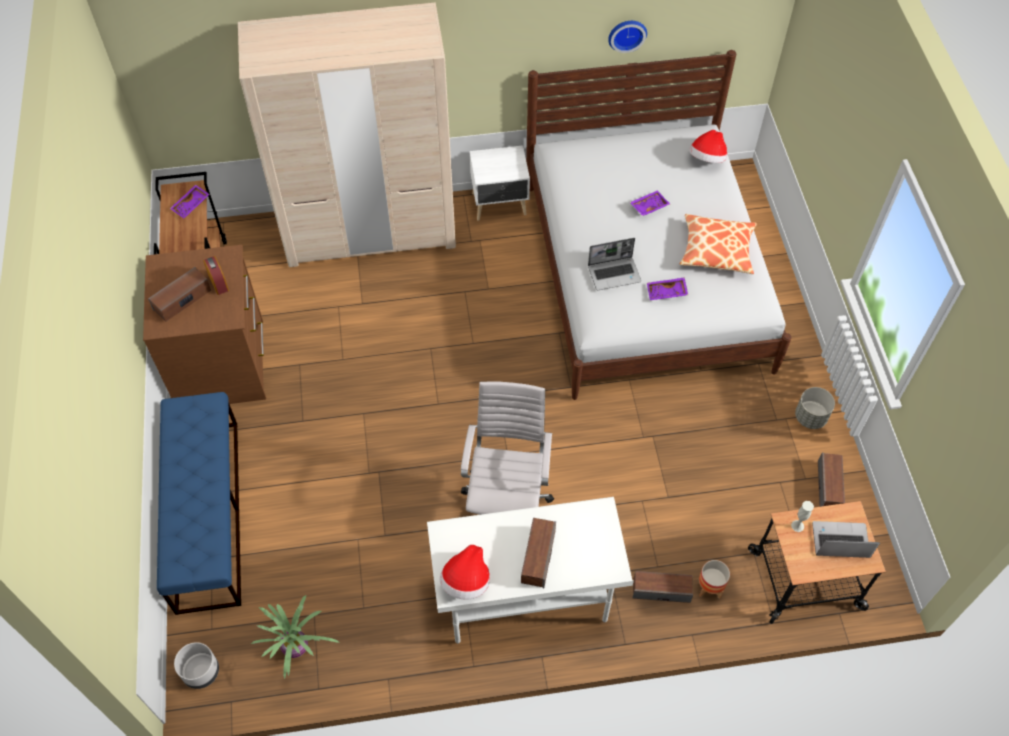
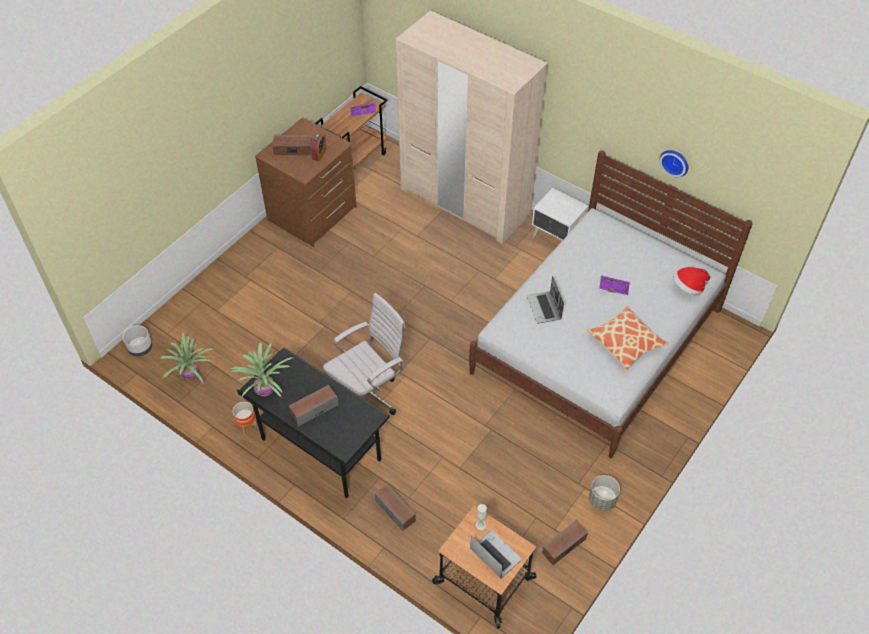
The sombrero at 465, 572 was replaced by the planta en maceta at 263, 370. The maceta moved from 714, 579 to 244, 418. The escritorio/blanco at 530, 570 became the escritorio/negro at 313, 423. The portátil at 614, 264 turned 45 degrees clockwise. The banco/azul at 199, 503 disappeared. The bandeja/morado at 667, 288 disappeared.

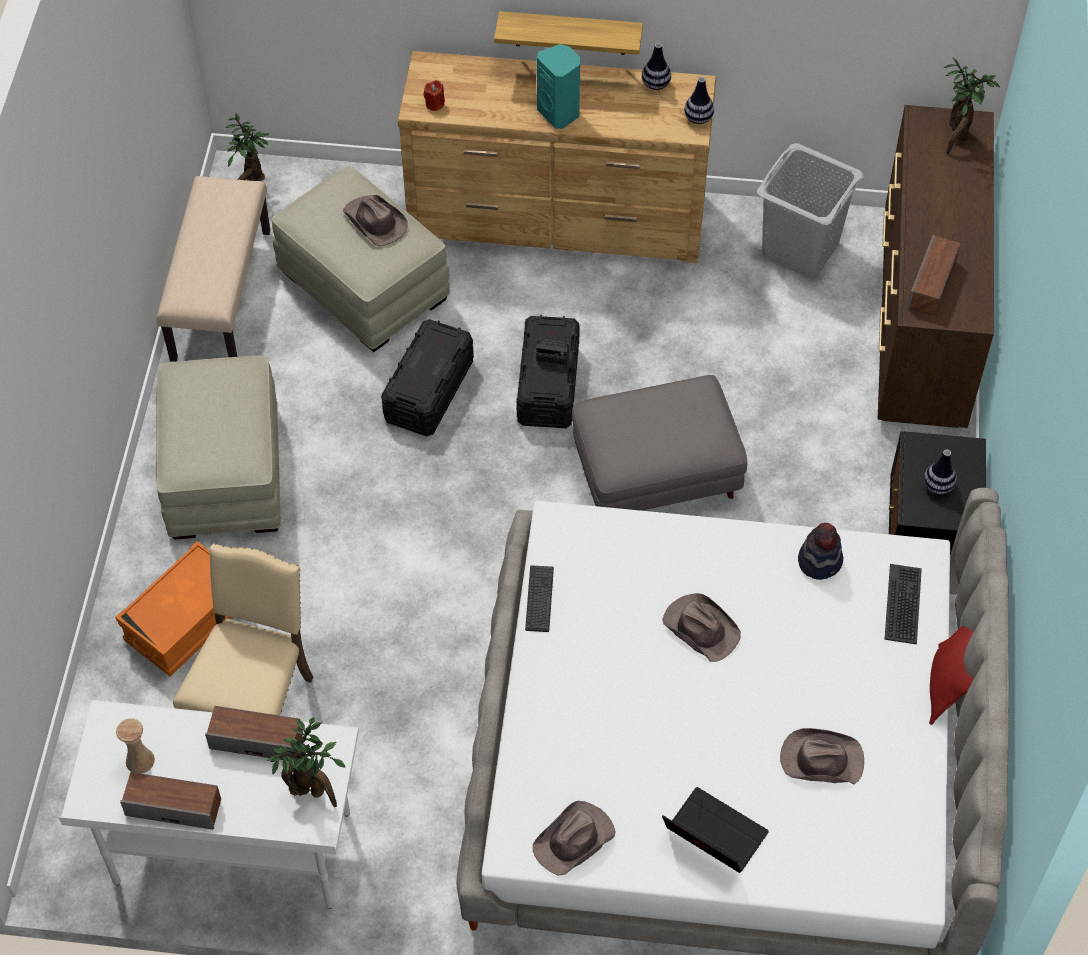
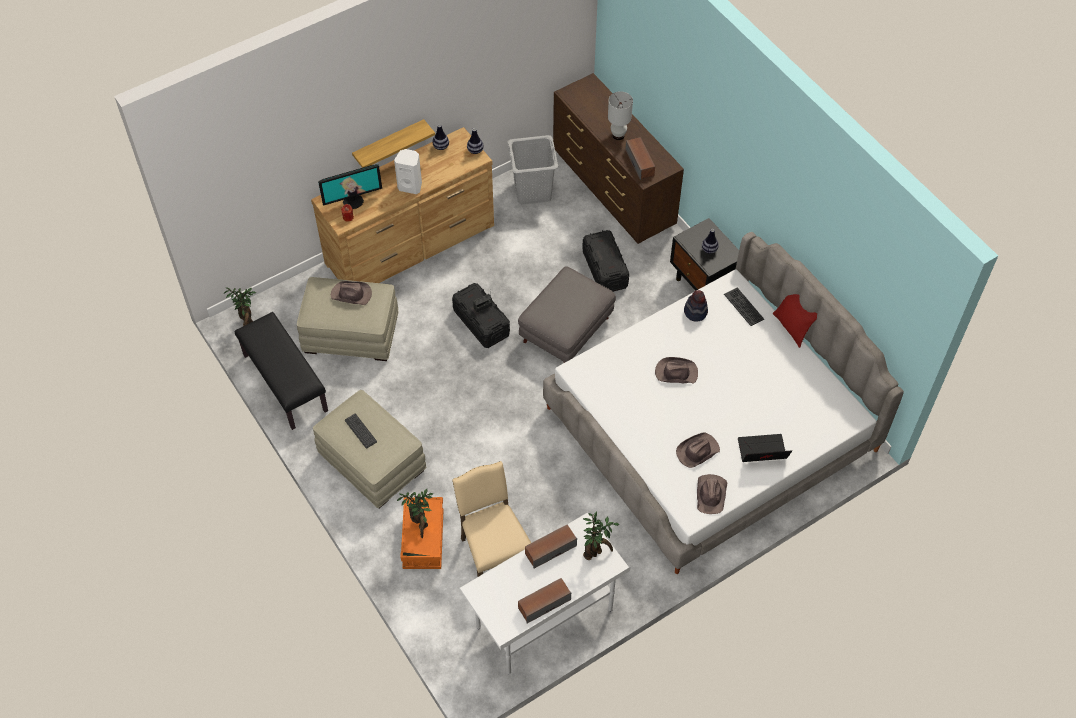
The banco/beis at 213, 268 became the banco/negro at 281, 371. The monitor at 350, 186 appeared. The teclado moved from 539, 599 to 361, 431. The altavoz/turquesa at 558, 86 became the altavoz/blanco at 408, 171. The planta en maceta moved from 972, 106 to 415, 514. The caja de almacenaje/negro moved from 427, 377 to 605, 261. The lámpara de mesa/blanco at 620, 115 appeared. The sombrero/marrón moved from 822, 756 to 698, 450. The florero/beis at 135, 746 disappeared.

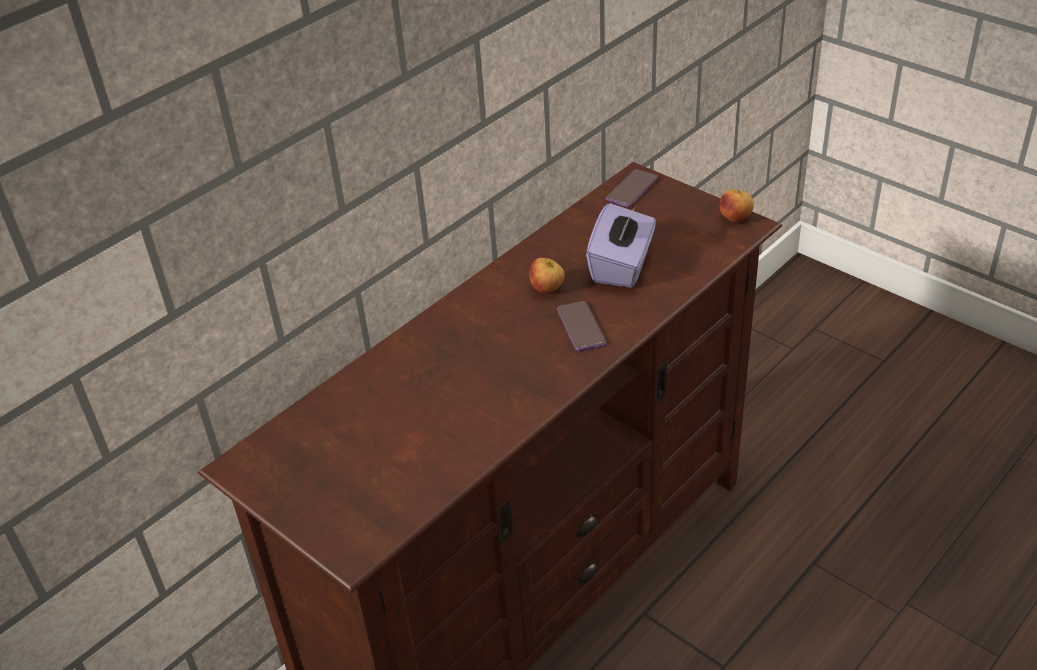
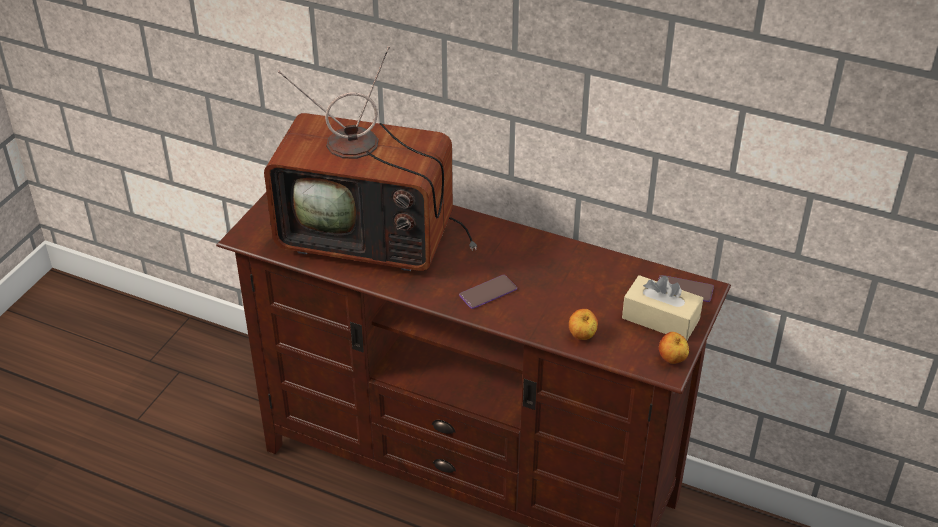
The televisor at 370, 158 appeared. The manzana moved from 547, 275 to 583, 324. The caja de pañuelos/beis at 662, 307 appeared. The caja de pañuelos/morado at 621, 245 disappeared.

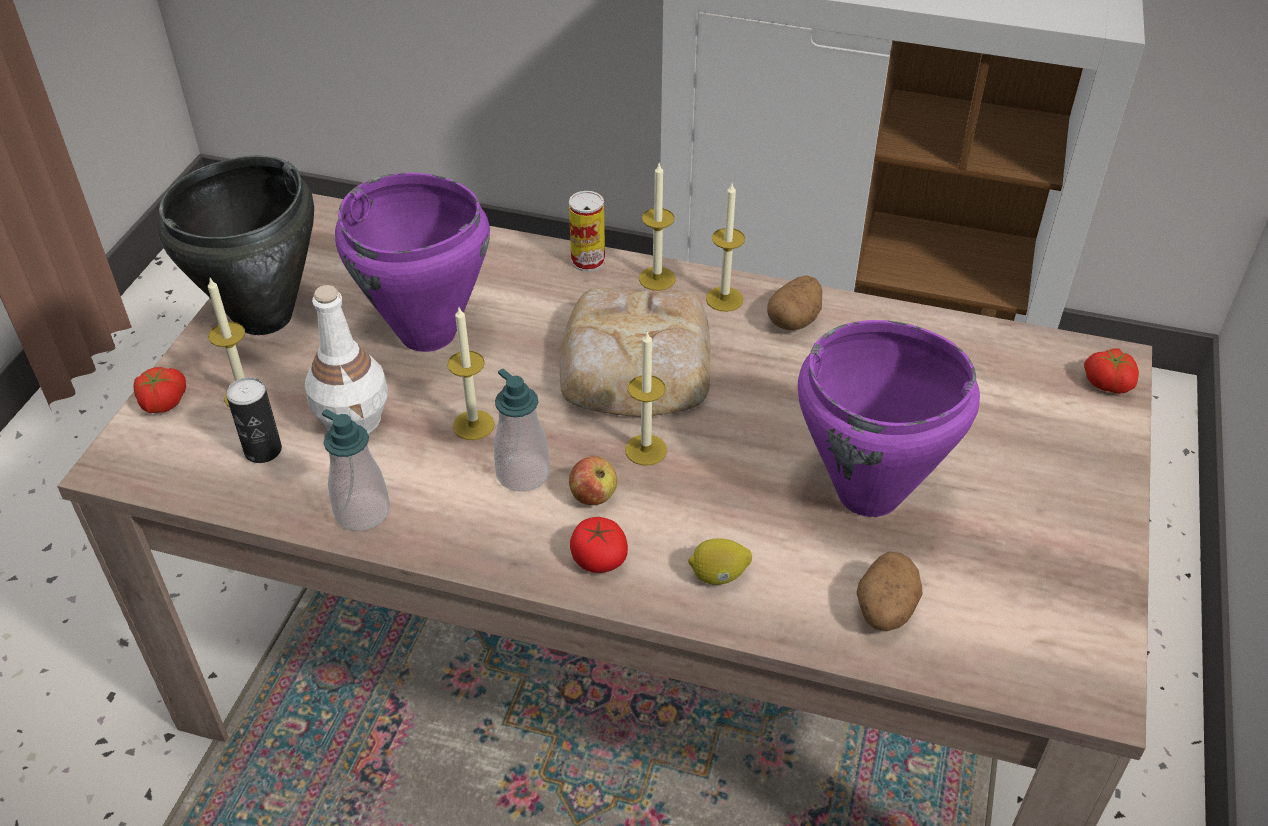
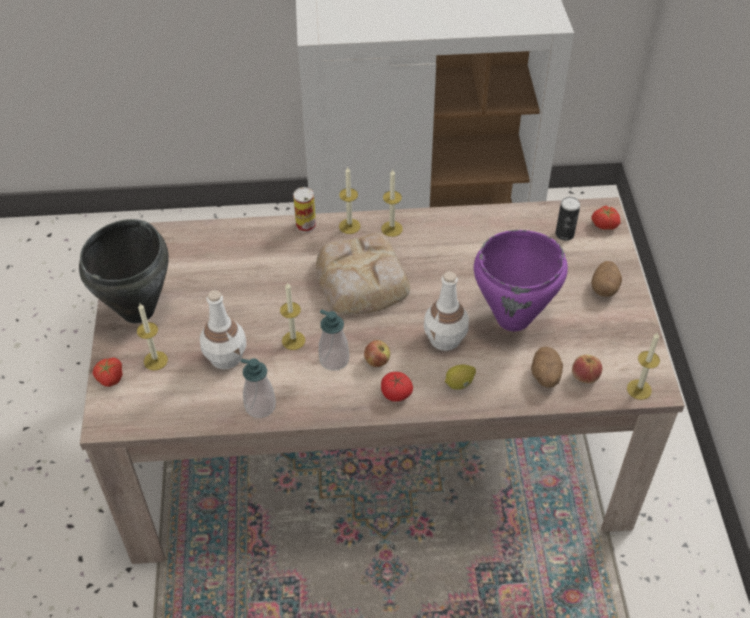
The botella/blanco at 446, 311 appeared. The lata moved from 254, 420 to 567, 219. The manzana at 587, 368 appeared. The patata moved from 794, 302 to 606, 279. The vela moved from 646, 398 to 643, 366. The olla/morado at 412, 262 disappeared.

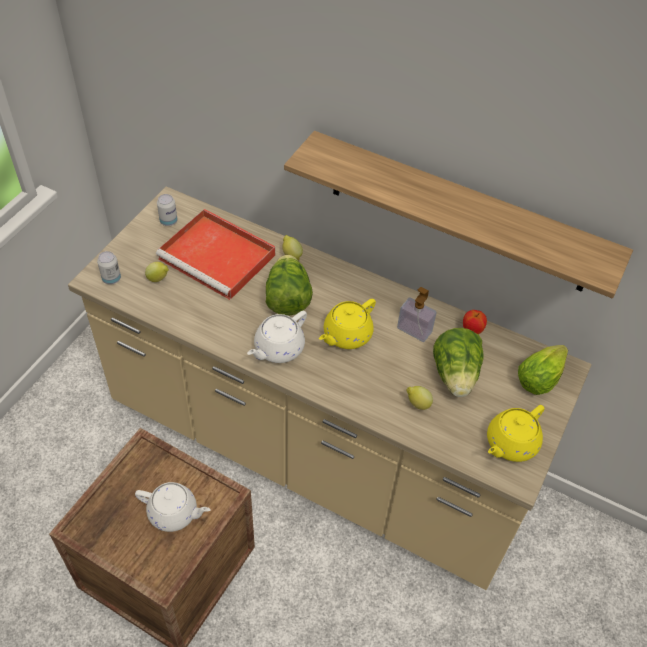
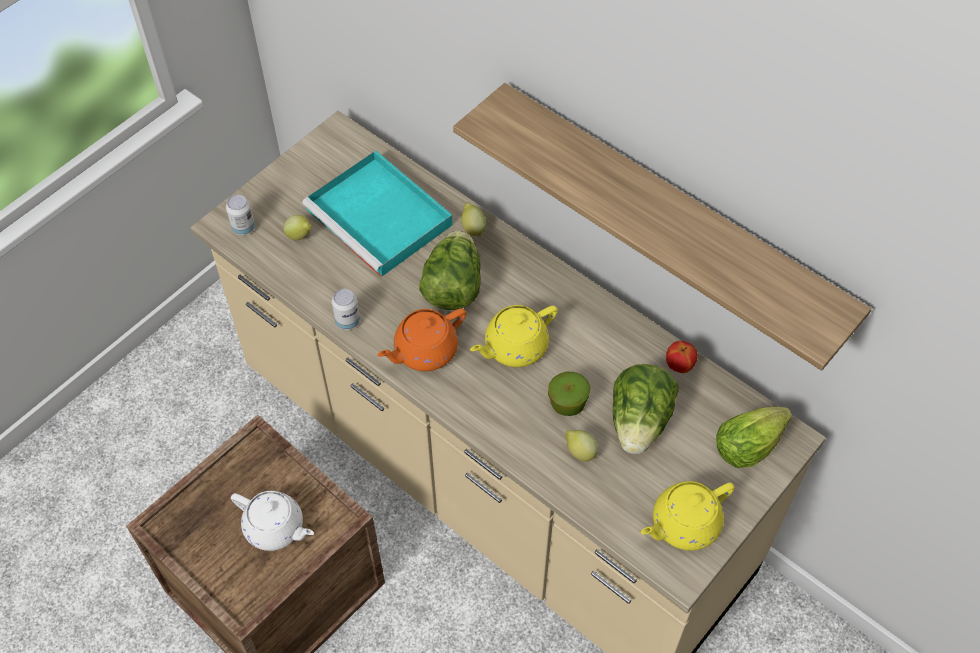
The bandeja/rojo at 215, 254 became the bandeja/turquesa at 377, 213. The lata moved from 167, 210 to 346, 309. The tetera/blanco at 277, 337 became the tetera/naranja at 421, 339. The manzana at 569, 394 appeared. The dispensador de jabón at 417, 314 disappeared.

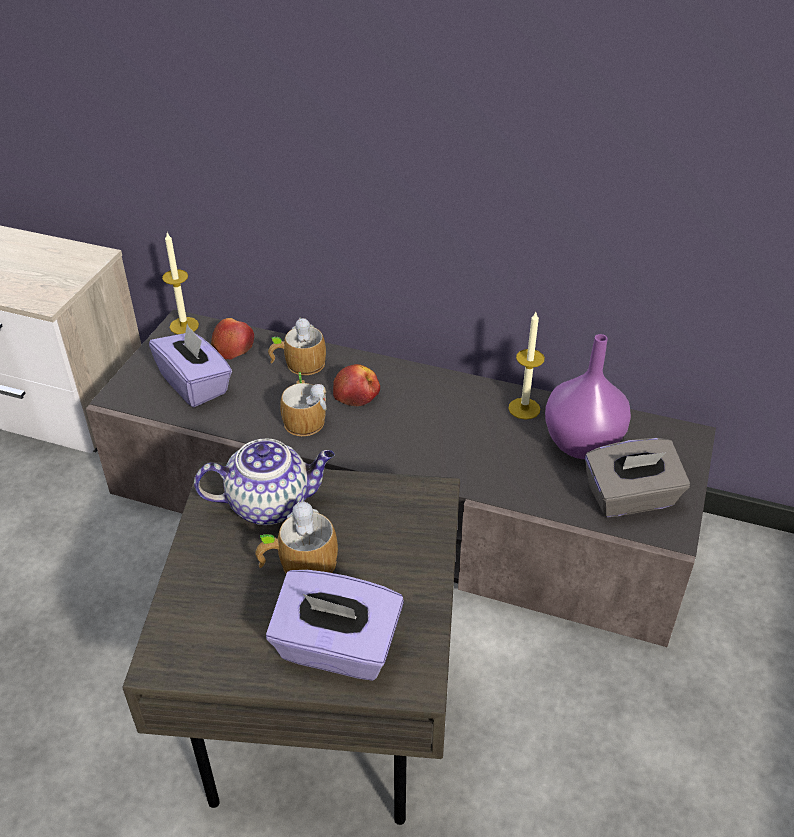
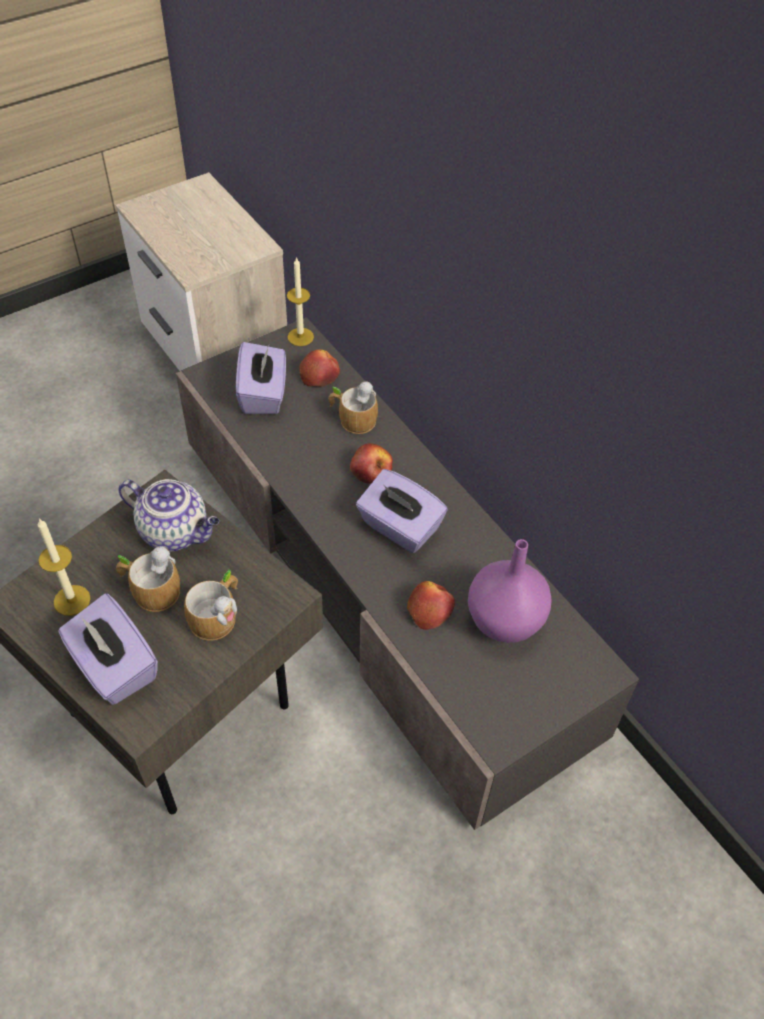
The vela moved from 526, 366 to 64, 567. The taza grande moved from 303, 404 to 211, 605. The caja de pañuelos/morado at 402, 511 appeared. The manzana at 431, 605 appeared. The caja de pañuelos/gris at 637, 477 disappeared.

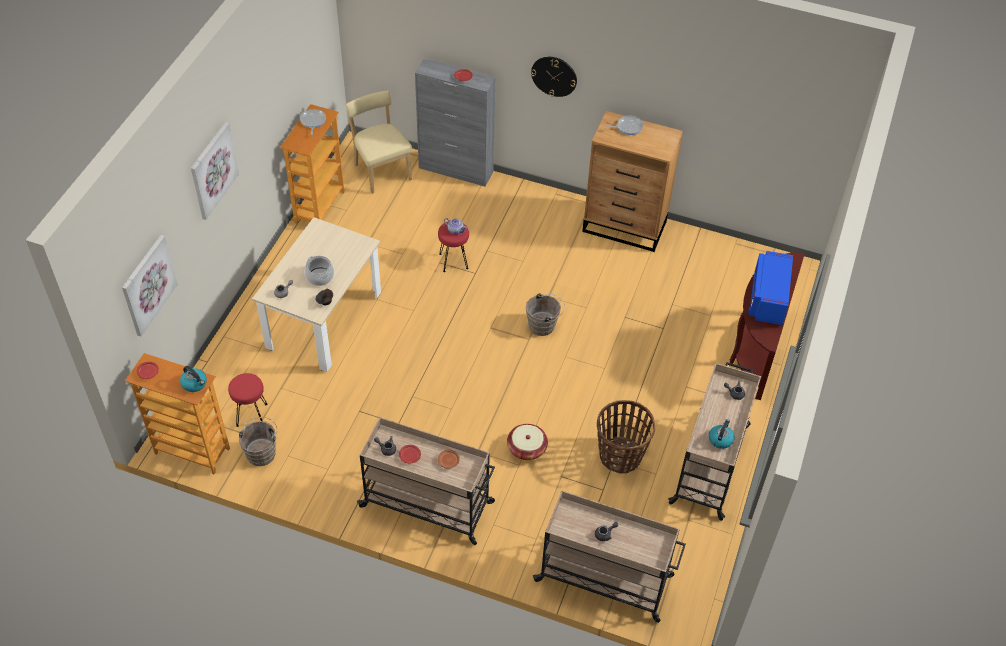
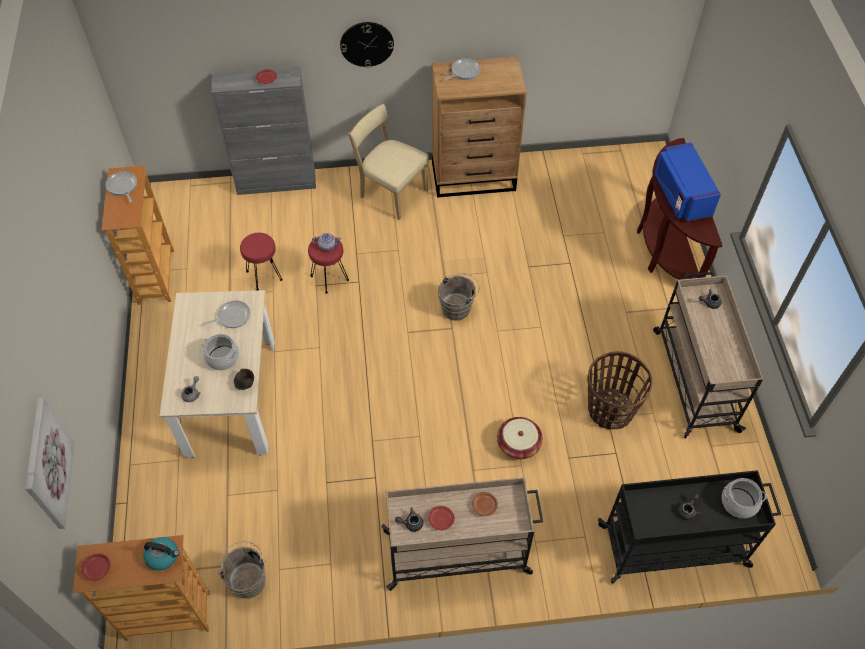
The sartén at 226, 314 appeared. The taburete/rojo moved from 247, 400 to 261, 261. The silla/beis moved from 379, 142 to 388, 162. The carrito/beis at 609, 557 became the carrito/negro at 689, 527. The olla at 744, 498 appeared. The cuadro at 215, 171 disappeared. The hervidor at 722, 434 disappeared.

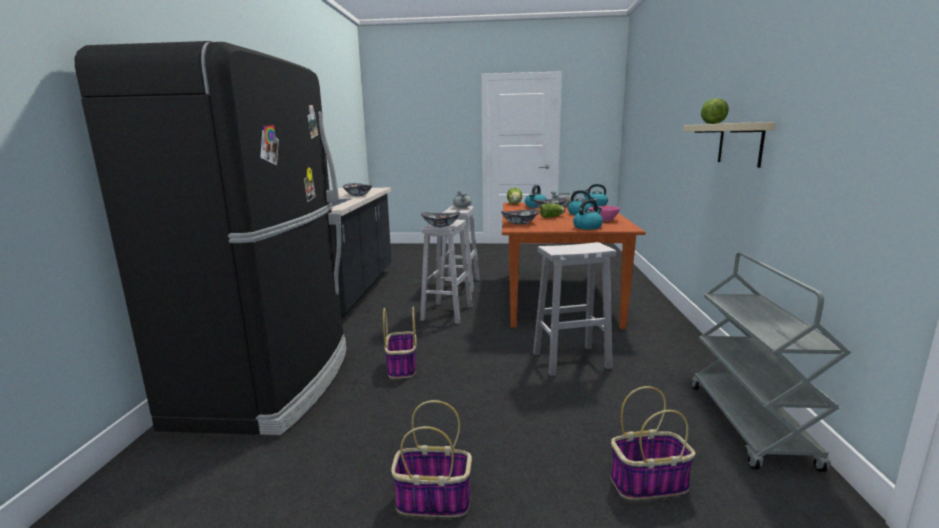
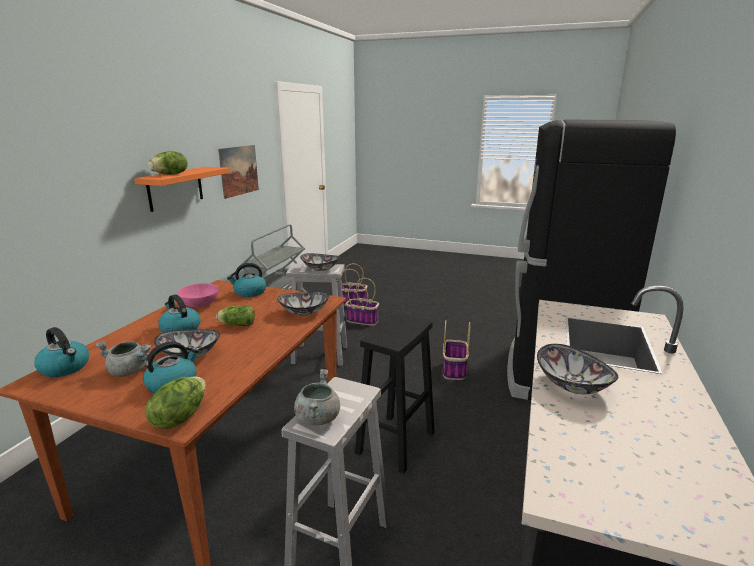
The estante/beis at 729, 145 became the estante/naranja at 182, 189. The cuadro at 238, 172 appeared. The cuenco moved from 440, 219 to 320, 262. The cesta moved from 431, 458 to 362, 302. The taburete/blanco at 446, 272 became the taburete/negro at 395, 393.

